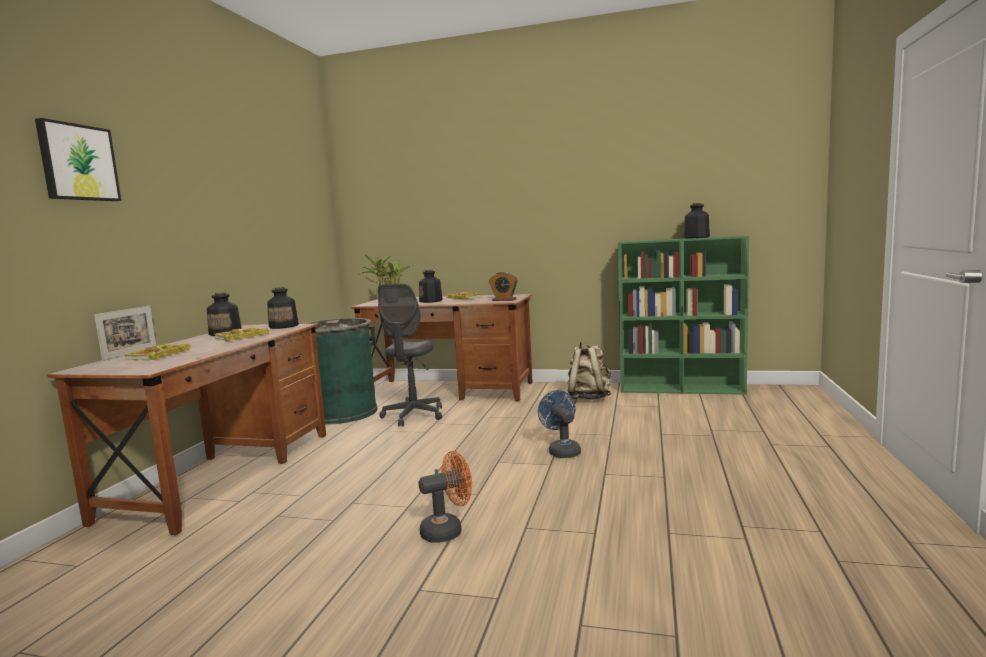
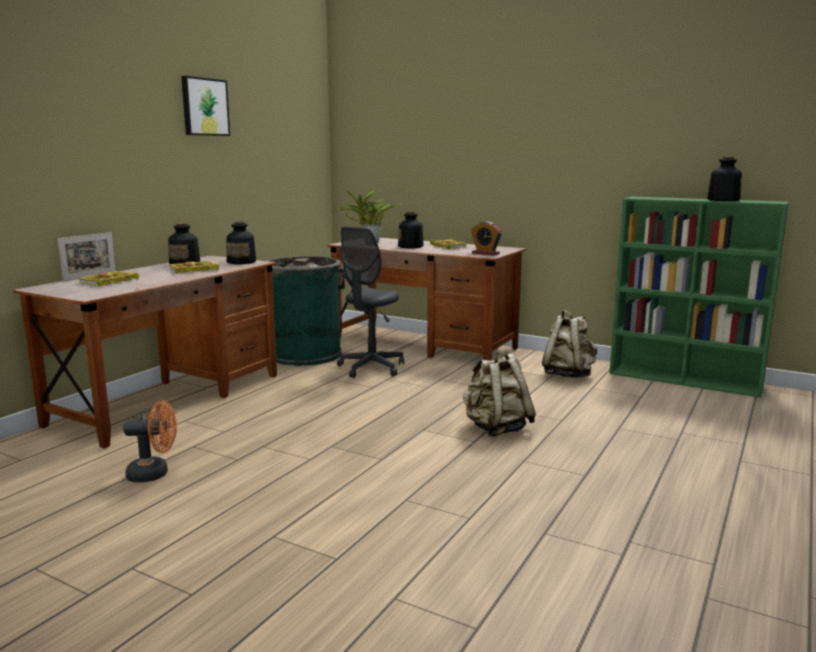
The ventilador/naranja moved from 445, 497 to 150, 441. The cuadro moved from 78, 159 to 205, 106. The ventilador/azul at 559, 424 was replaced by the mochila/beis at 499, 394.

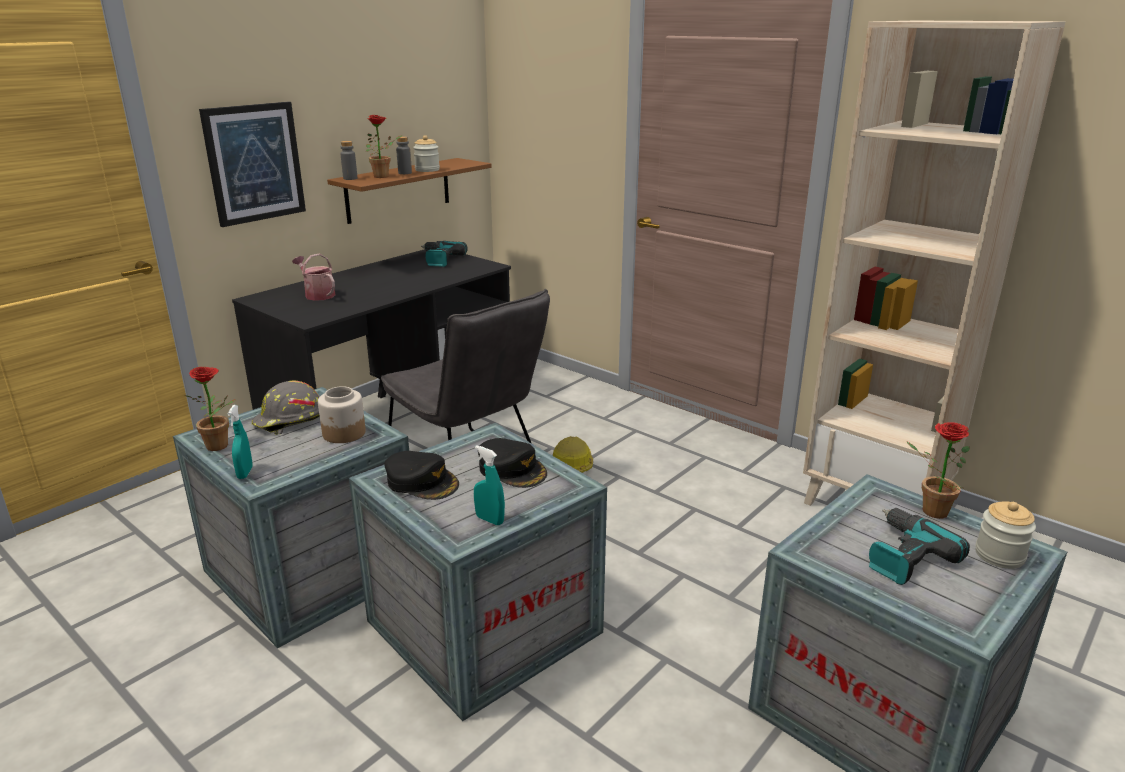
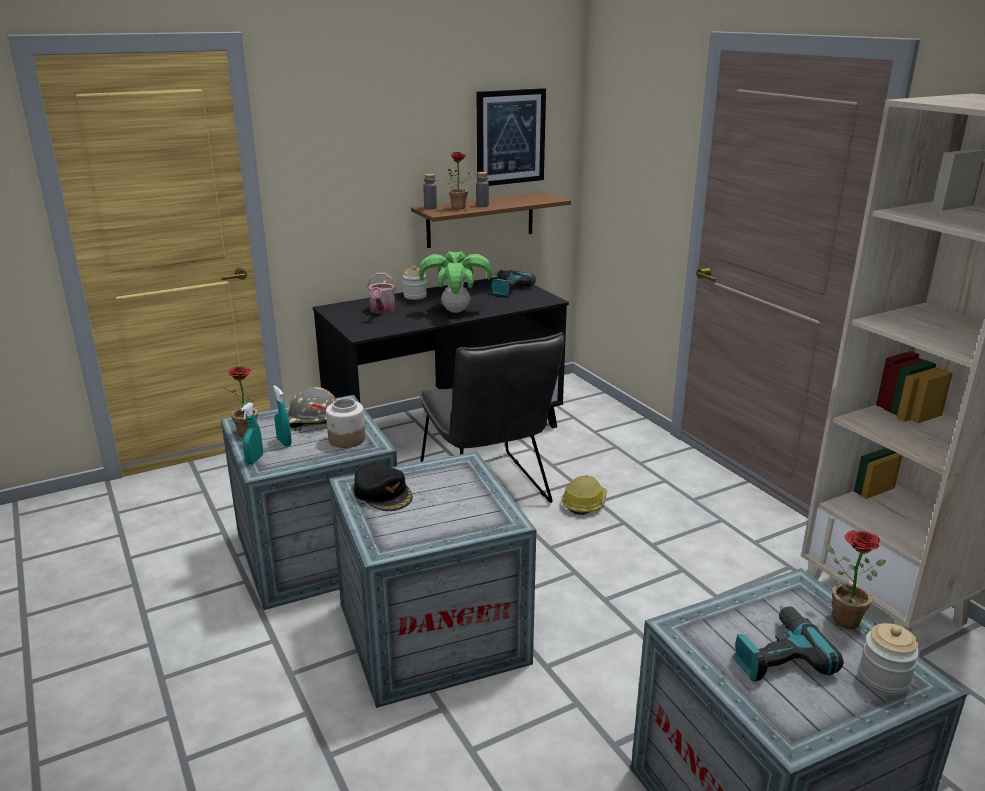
The pulverizador/turquesa moved from 489, 485 to 282, 416. The regadera at 313, 277 turned 150 degrees counterclockwise. The tarro moved from 426, 153 to 415, 282. The planta en maceta at 455, 282 appeared. The cuadro moved from 252, 164 to 511, 137. The gorra/negro at 512, 463 disappeared.

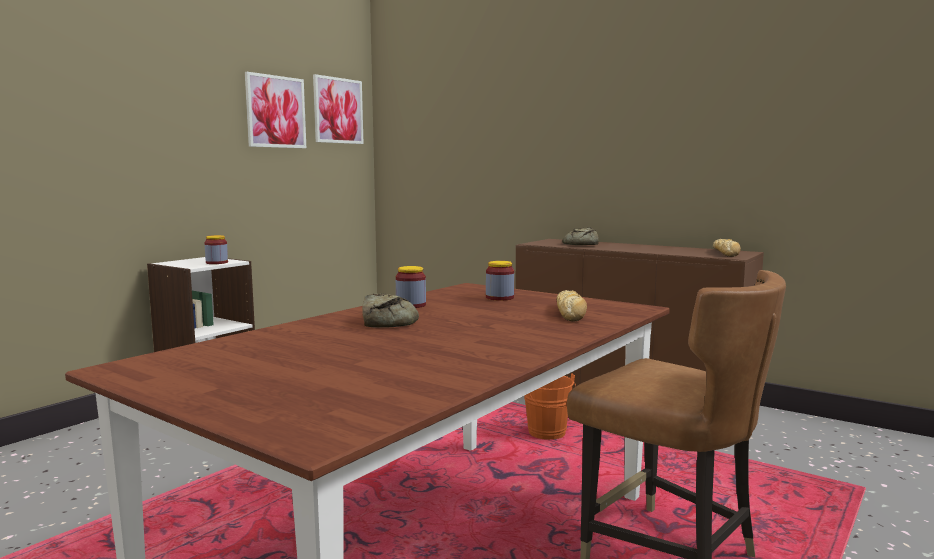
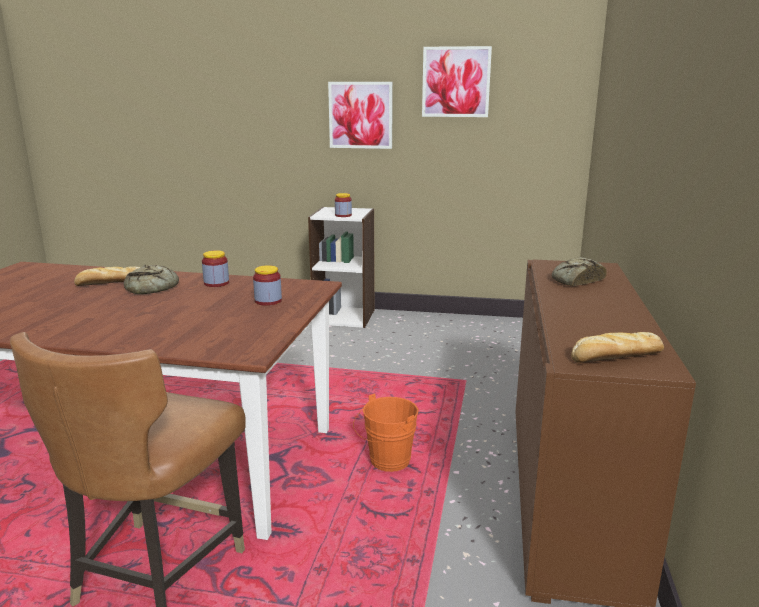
The pan moved from 572, 305 to 107, 276. The cuadro moved from 338, 109 to 360, 115.

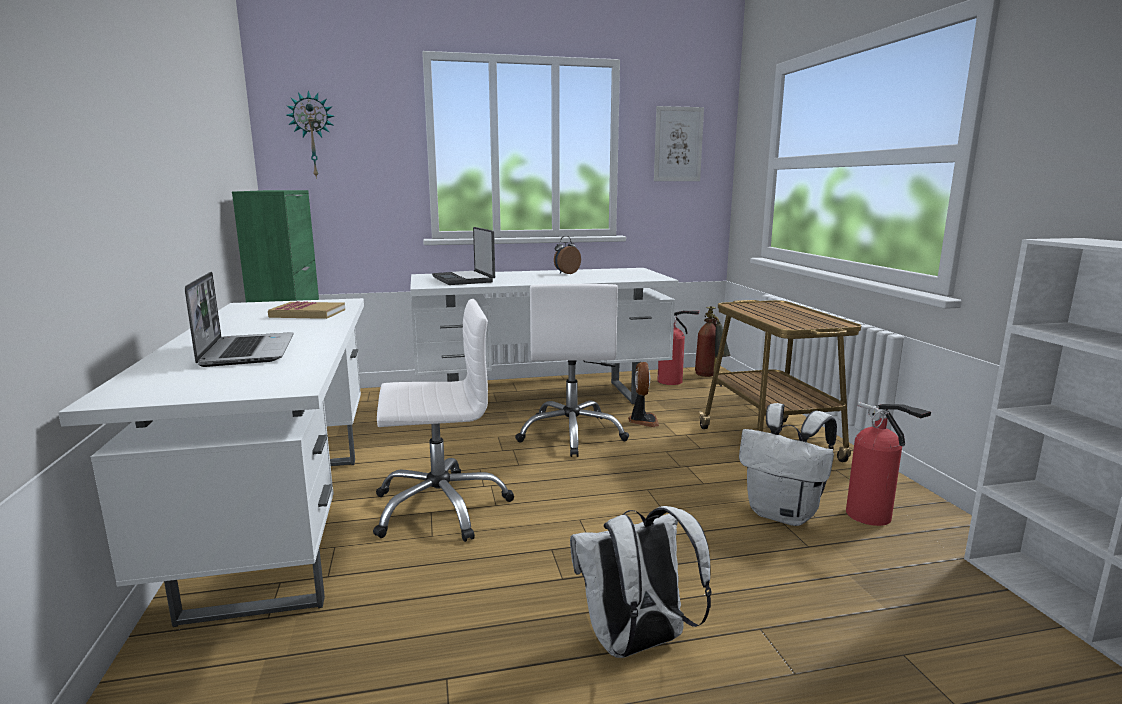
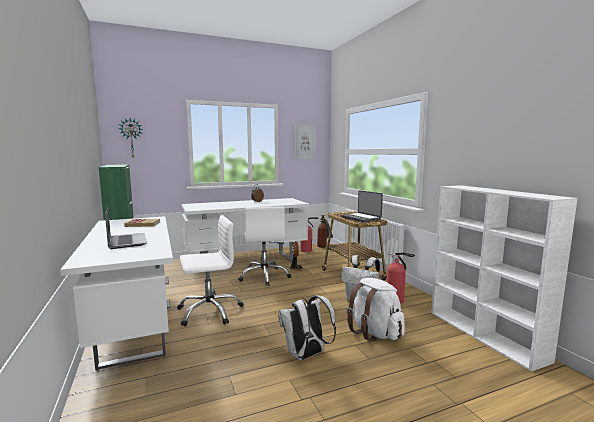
The portátil moved from 463, 256 to 362, 206. The mochila/blanco at 376, 310 appeared.

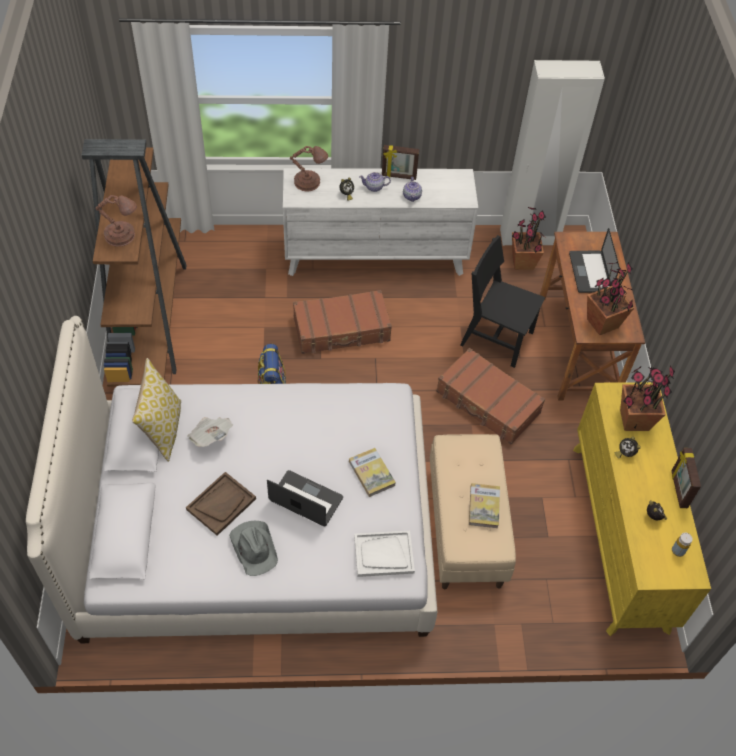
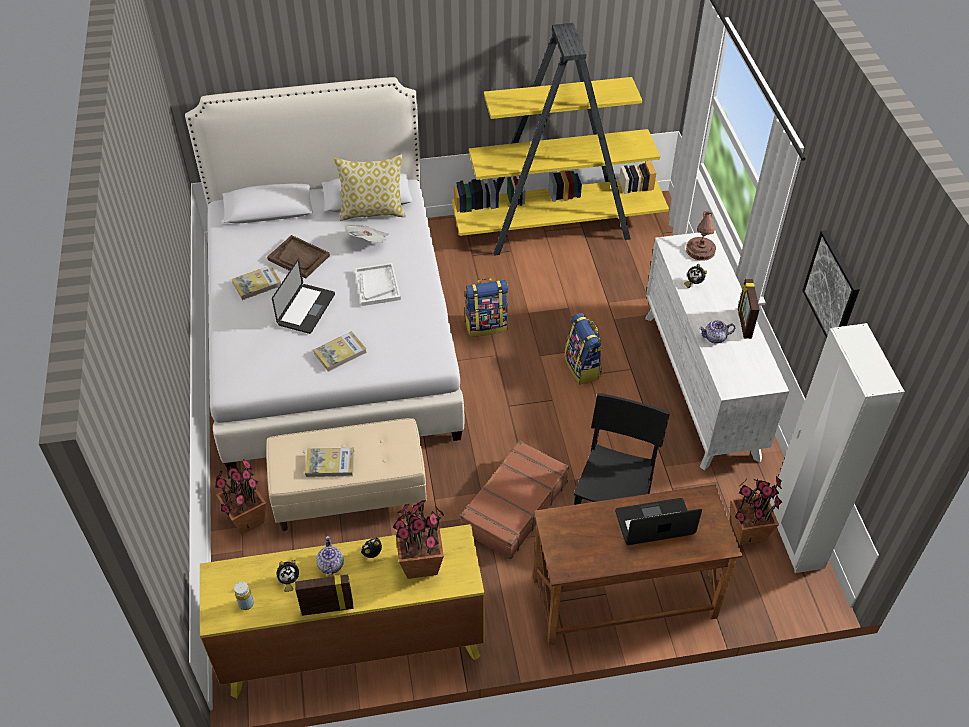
The planta en maceta moved from 610, 298 to 240, 497. The sombrero/gris at 253, 548 was replaced by the libro at 256, 282. The tetera moved from 375, 182 to 330, 555. The bandeja/blanco moved from 384, 554 to 377, 284. The estantería/marrón at 134, 263 became the estantería/amarillo at 560, 139. The maleta/marrón at 342, 322 was replaced by the mochila at 583, 349. The cuadro at 831, 284 appeared. The lámpara de mesa/marrón at 116, 221 disappeared.

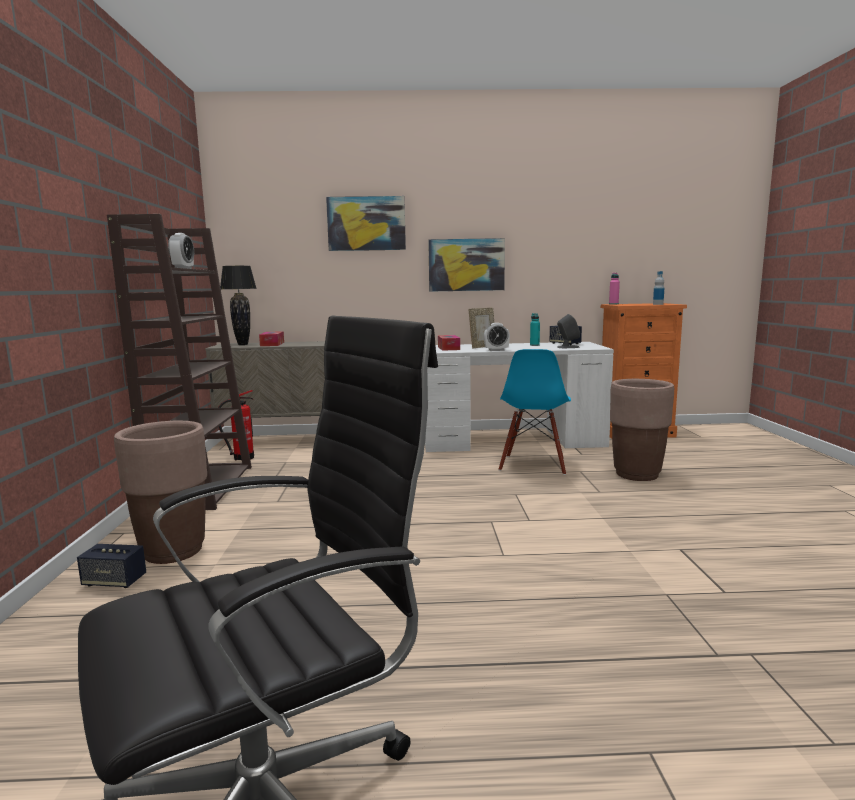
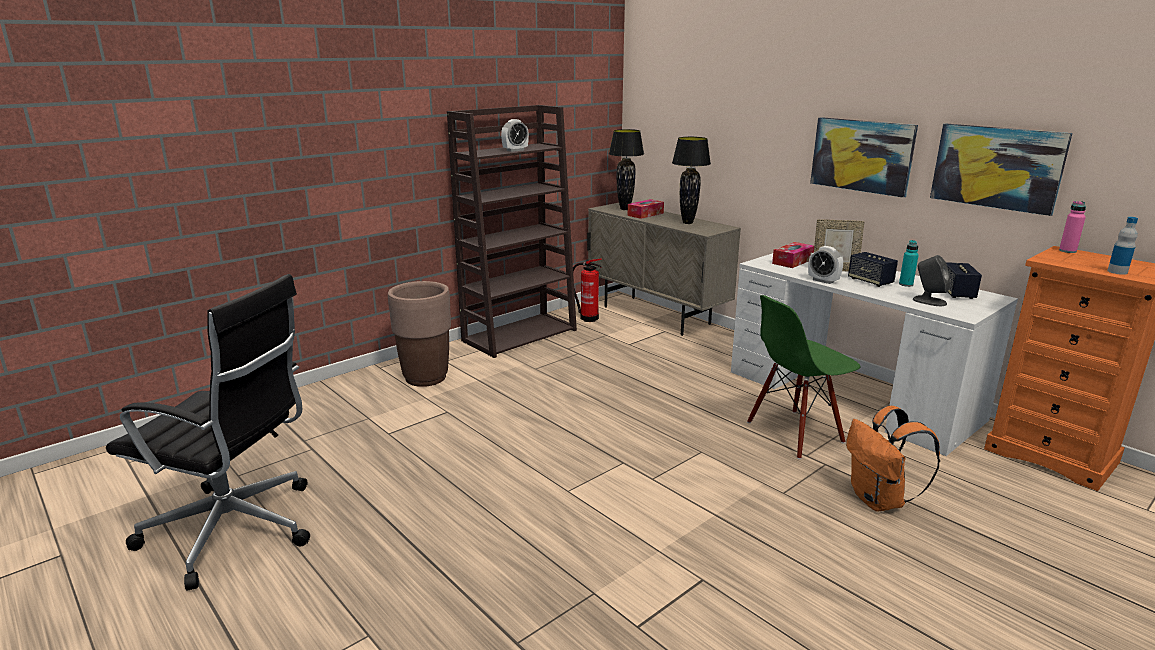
The lámpara de mesa/negro at 691, 180 appeared. The silla/azul at 535, 412 became the silla/verde at 803, 377. The maceta/marrón at 642, 430 was replaced by the mochila/naranja at 893, 459. The altavoz moved from 111, 566 to 873, 269. The cuadro moved from 366, 223 to 1001, 170.

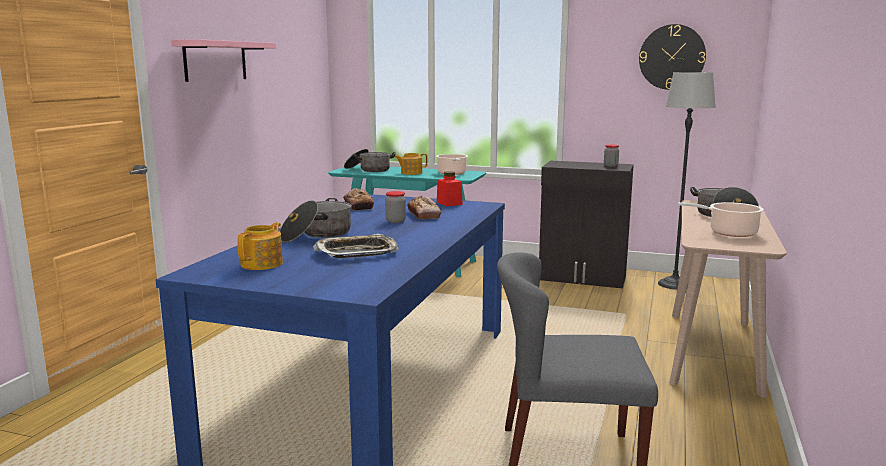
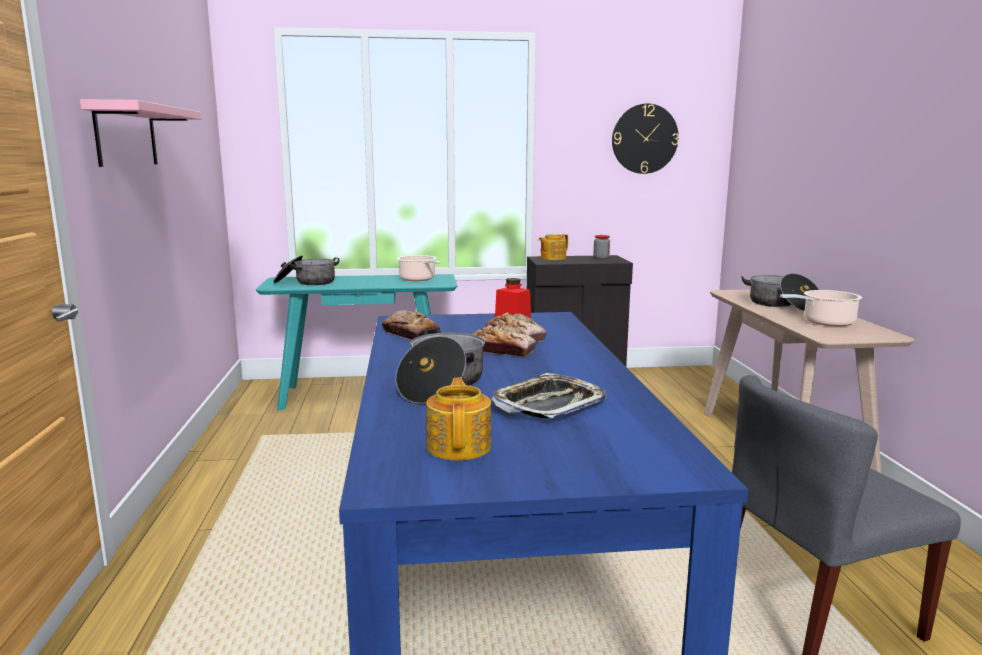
The tarro at 395, 207 was replaced by the pan at 503, 340. The tetera moved from 411, 164 to 553, 247. The lámpara de pie at 687, 181 disappeared.

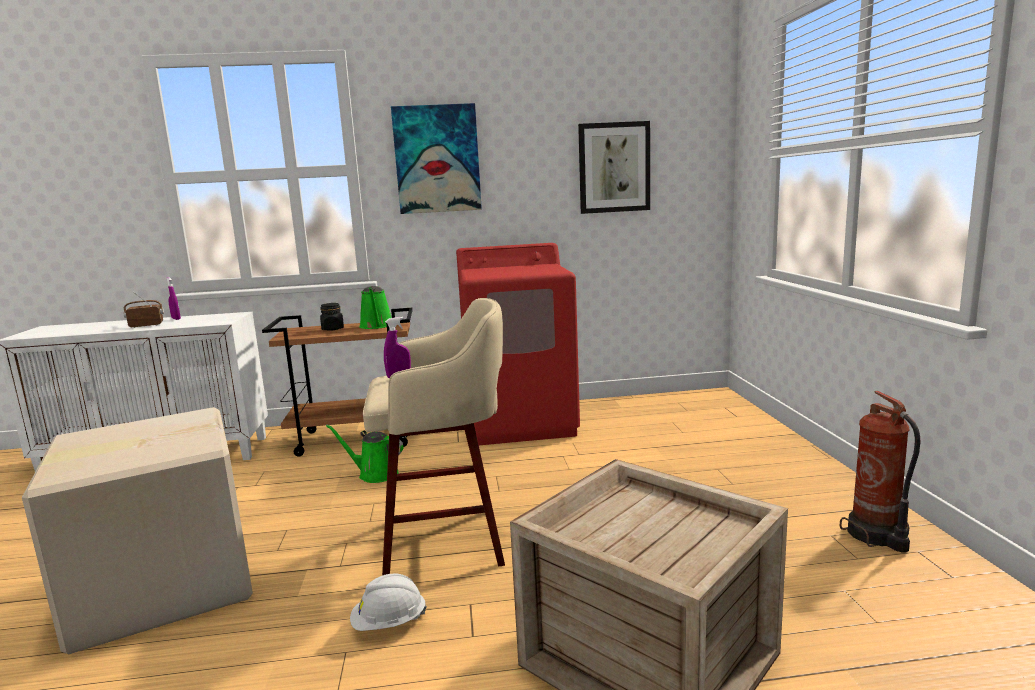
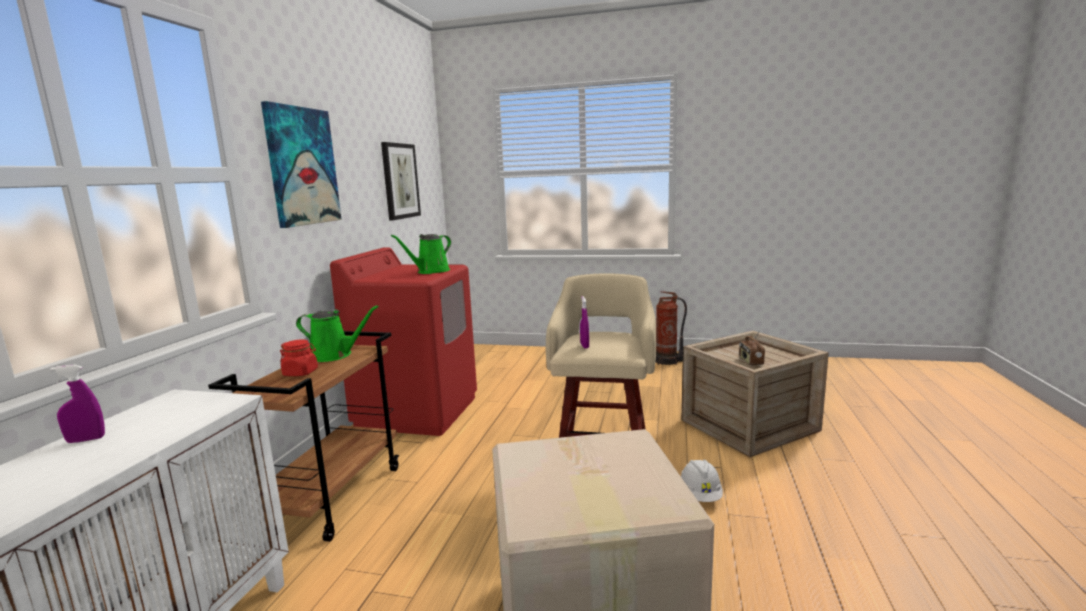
The tarro/negro at 332, 317 became the tarro/rojo at 299, 358. The regadera/verde moved from 365, 453 to 421, 254. The radio moved from 143, 310 to 752, 348.

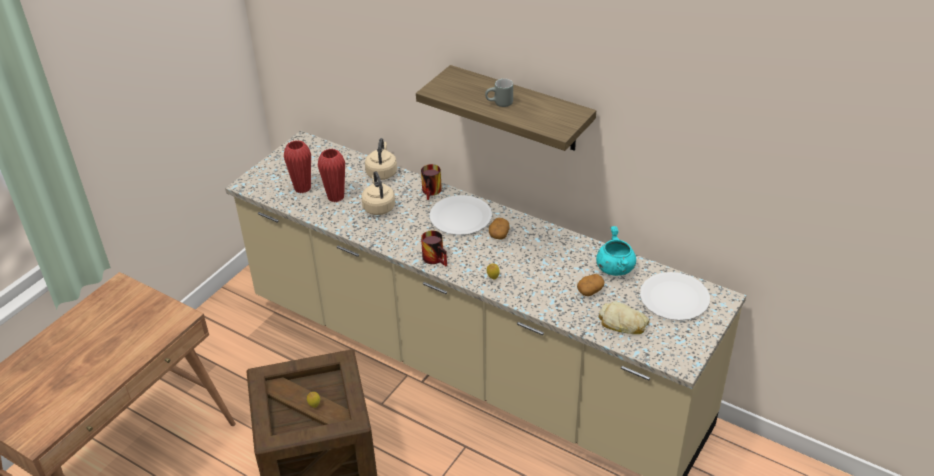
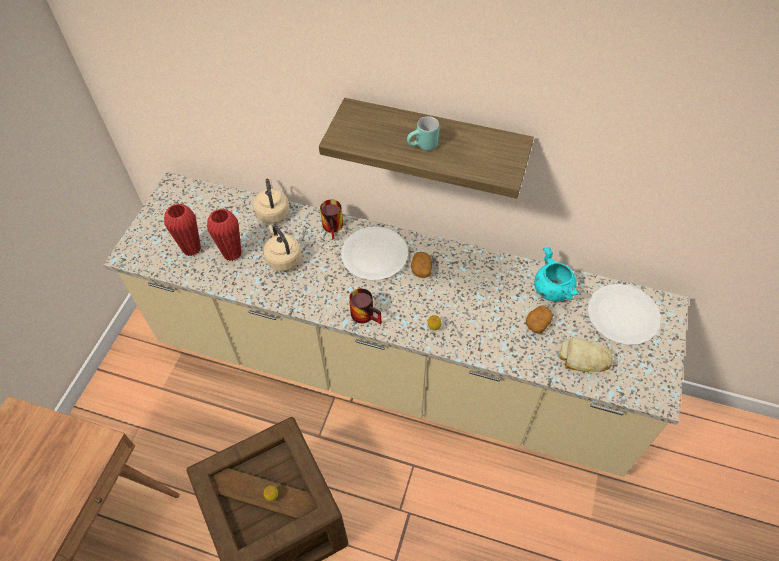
The taza grande/gris at 499, 93 became the taza grande/turquesa at 423, 133.

